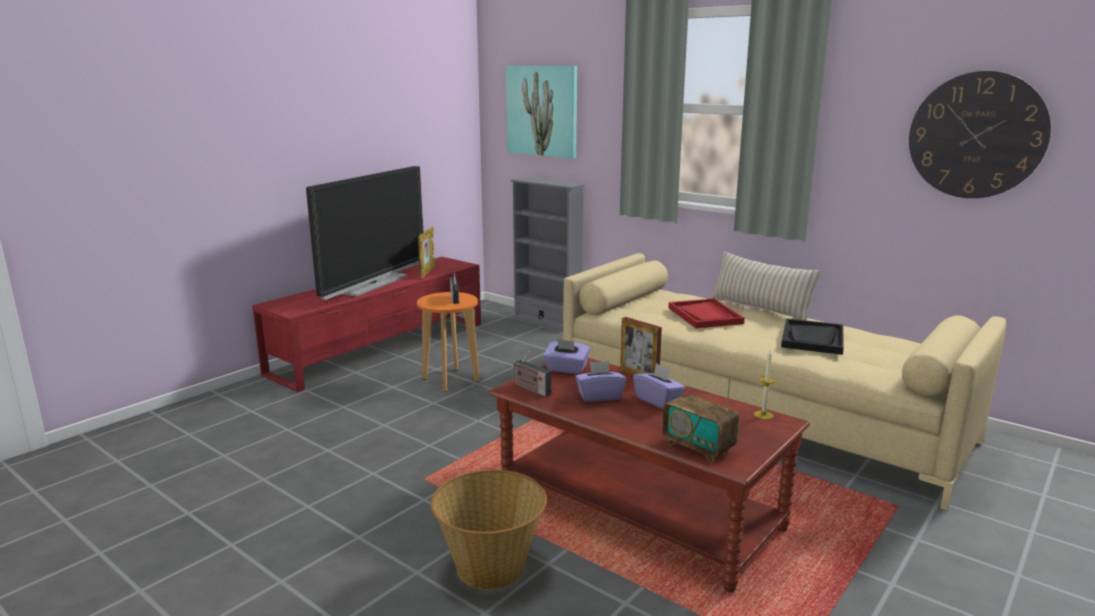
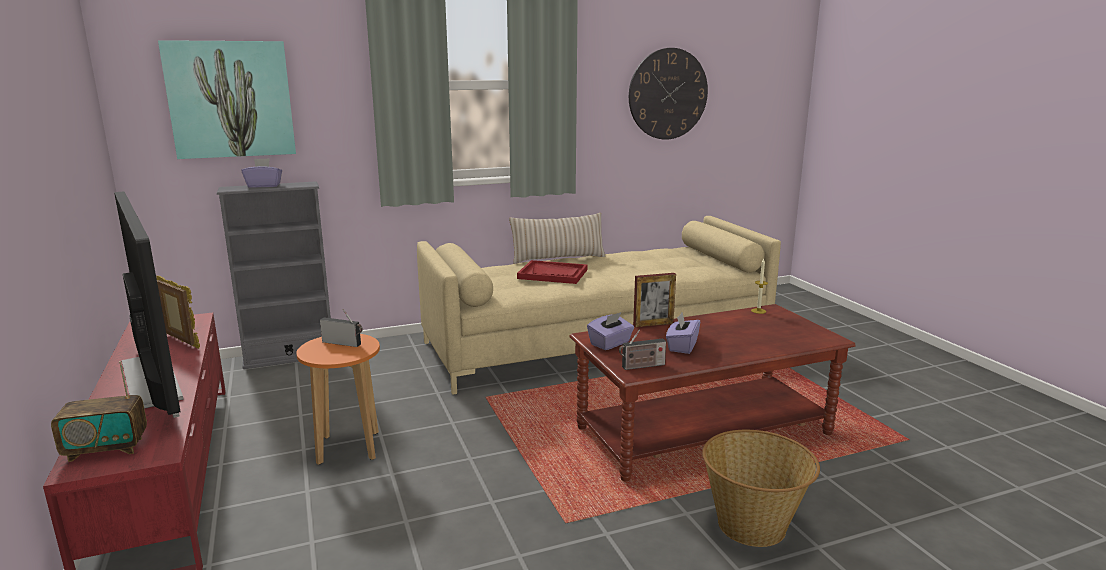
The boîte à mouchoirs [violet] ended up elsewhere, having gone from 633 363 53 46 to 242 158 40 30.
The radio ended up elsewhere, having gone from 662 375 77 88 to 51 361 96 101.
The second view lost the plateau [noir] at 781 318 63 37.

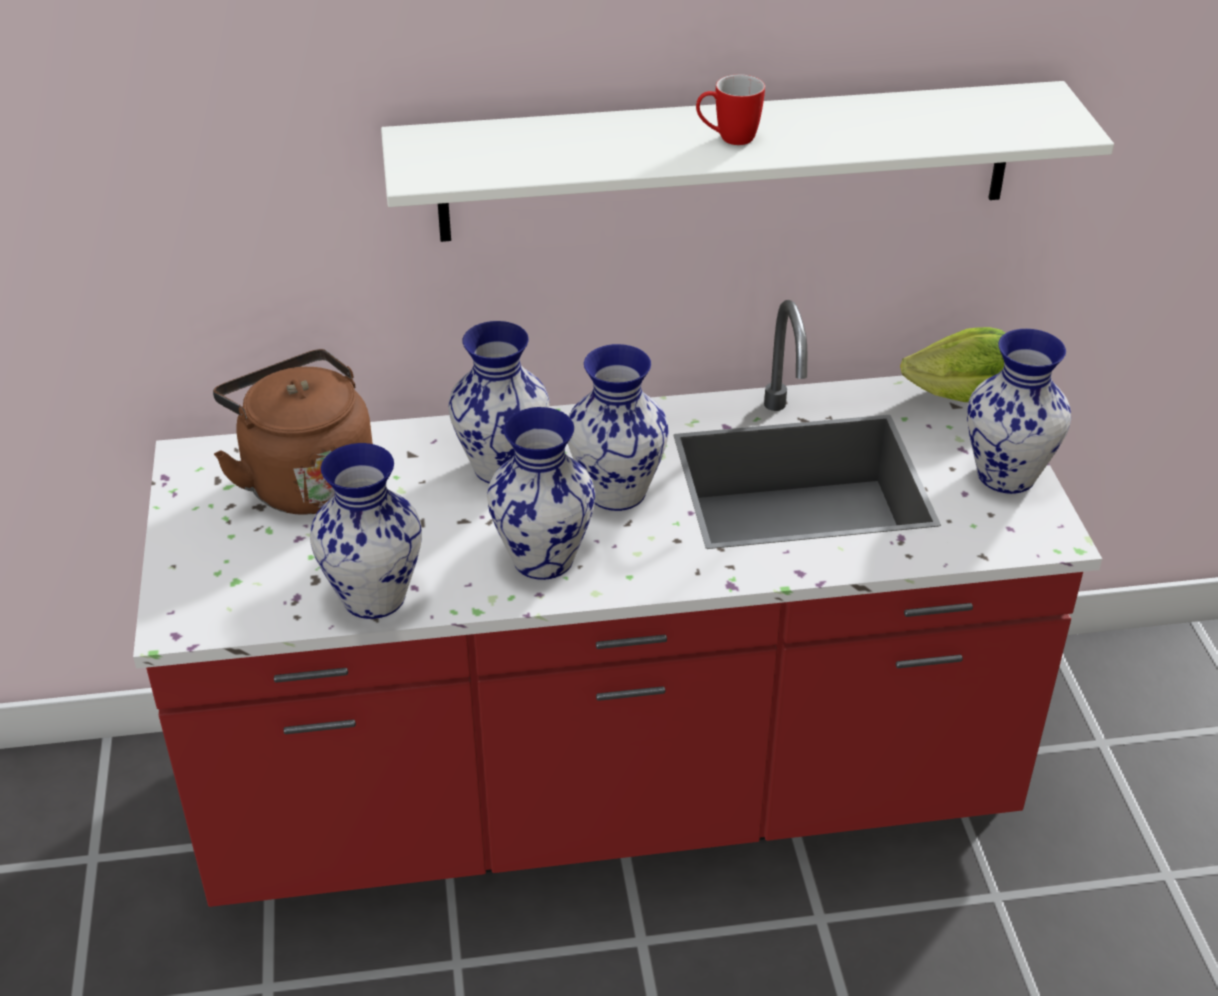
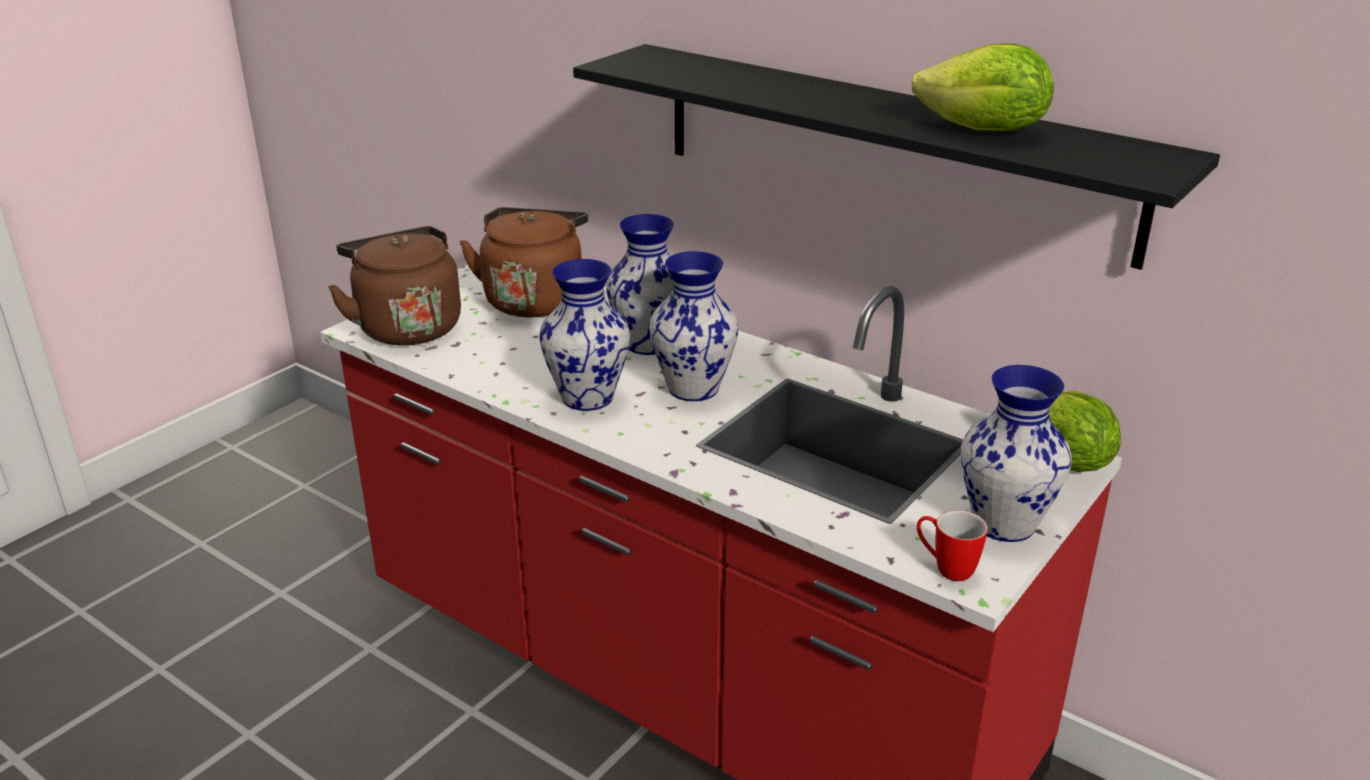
The second view lost the vase at 310 443 112 176.
What was the étagère [blanc] at 381 81 733 161 turned into the étagère [noir] at 573 44 647 226.
The mug ended up elsewhere, having gone from 696 75 69 70 to 917 510 71 71.
The second view gained the bouilloire [marron] at 328 226 133 120.
The second view gained the laitue at 911 43 143 88.

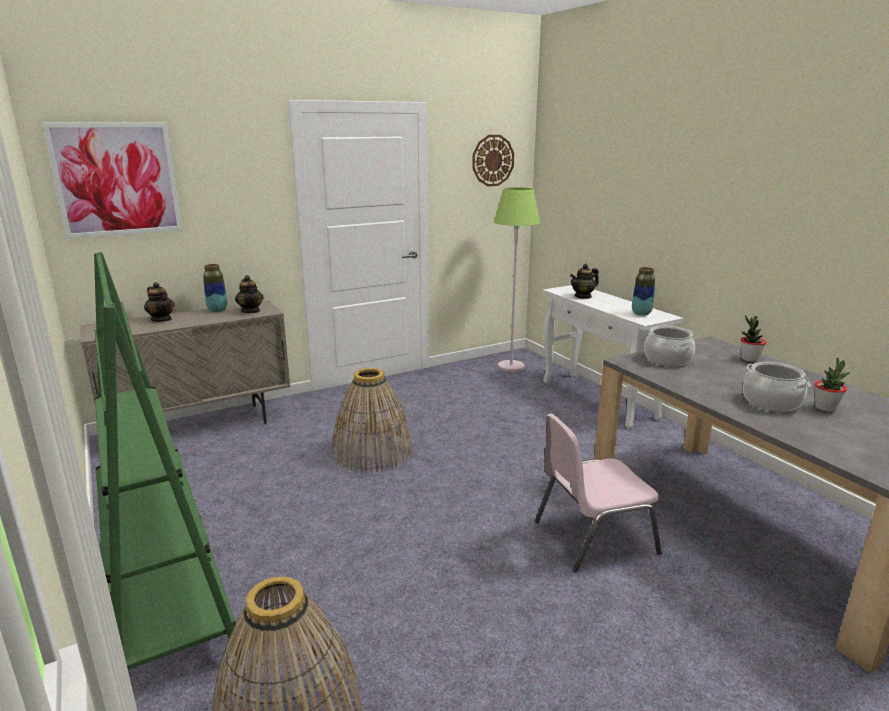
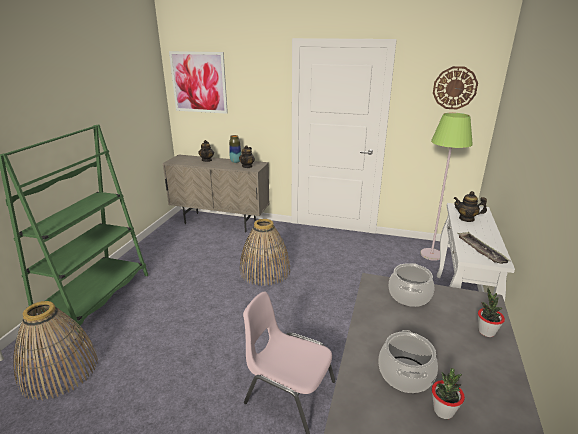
Where the vase stood at 632 267 23 49, the plateau came to stand at 457 232 53 32.

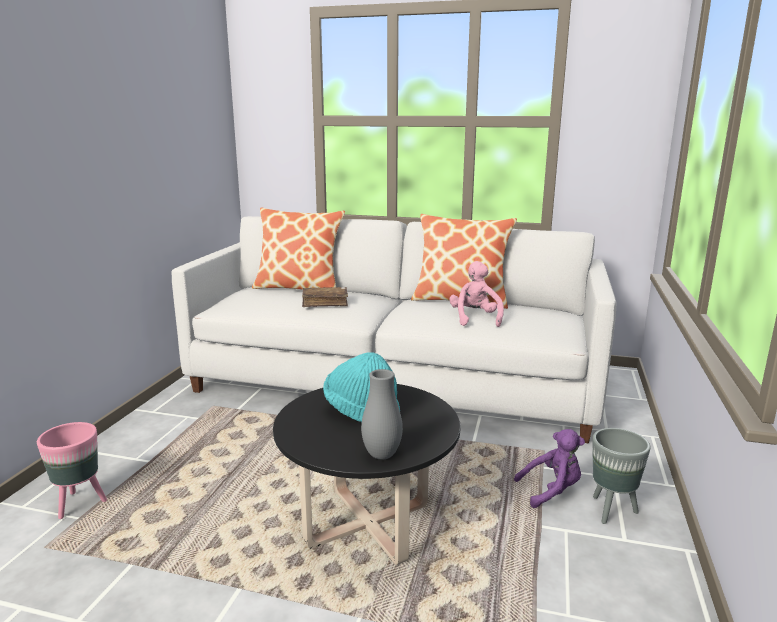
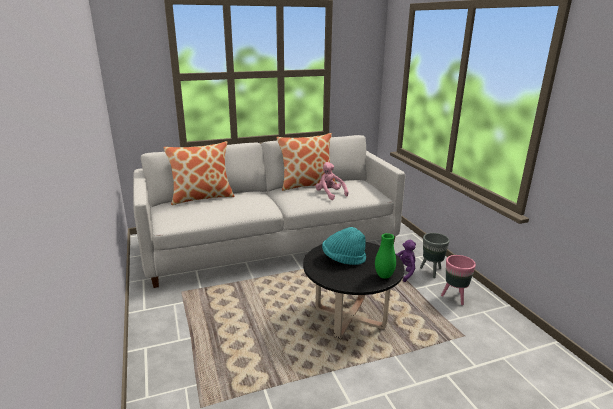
The cache-pot [rose] ended up elsewhere, having gone from 37 422 70 97 to 441 255 35 50.
The second view lost the livre [marron] at 302 287 46 20.
What was the vase [gris] at 361 369 42 90 turned into the vase [vert] at 375 233 21 46.

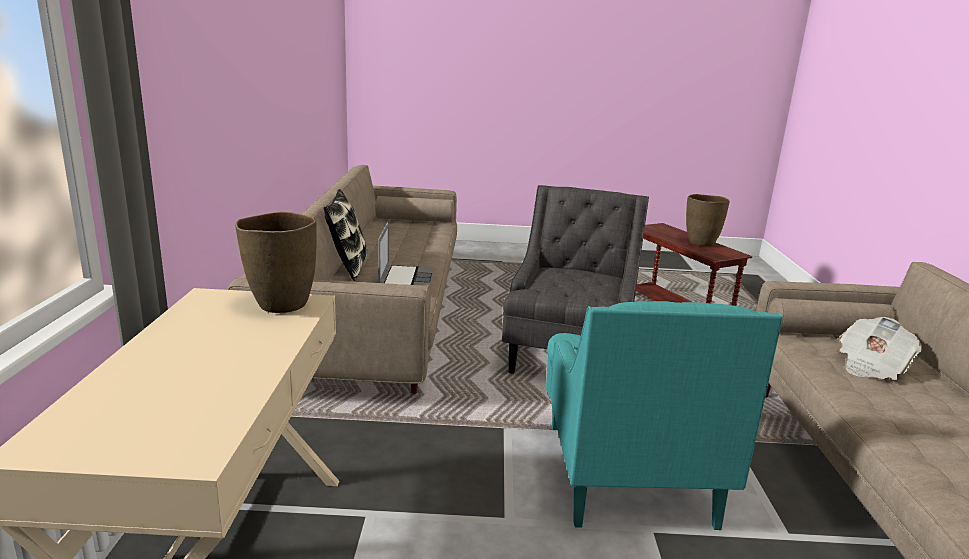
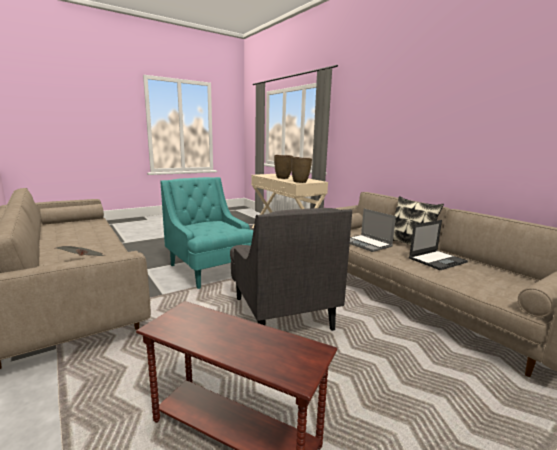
The vase [marron] ended up elsewhere, having gone from 686 194 44 52 to 274 155 19 24.
The second view gained the ordinateur portable at 409 220 59 50.

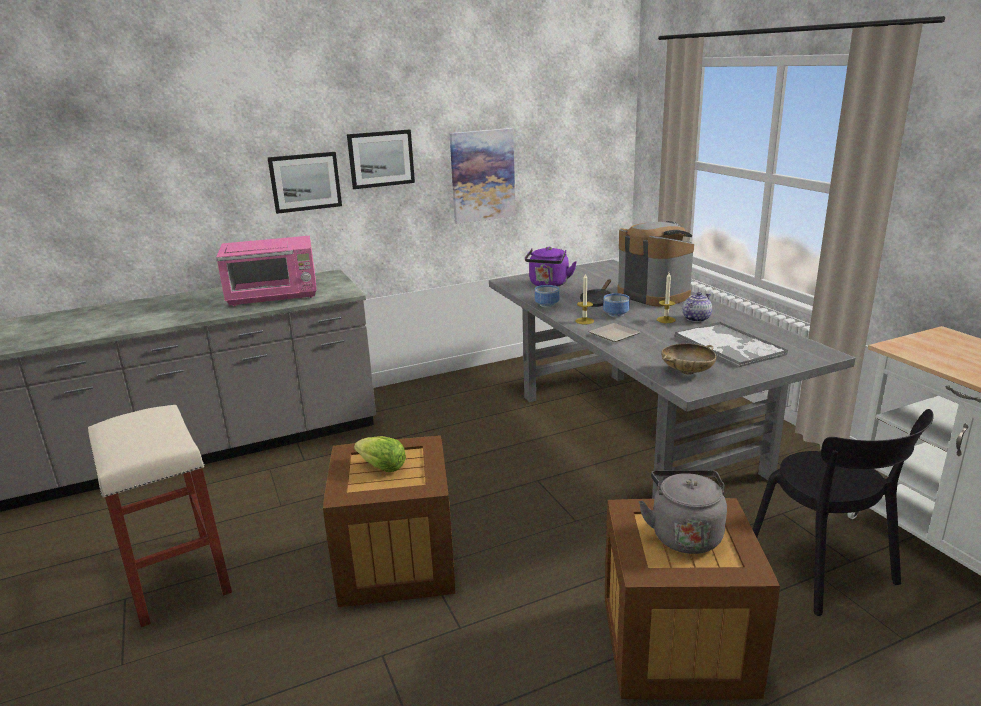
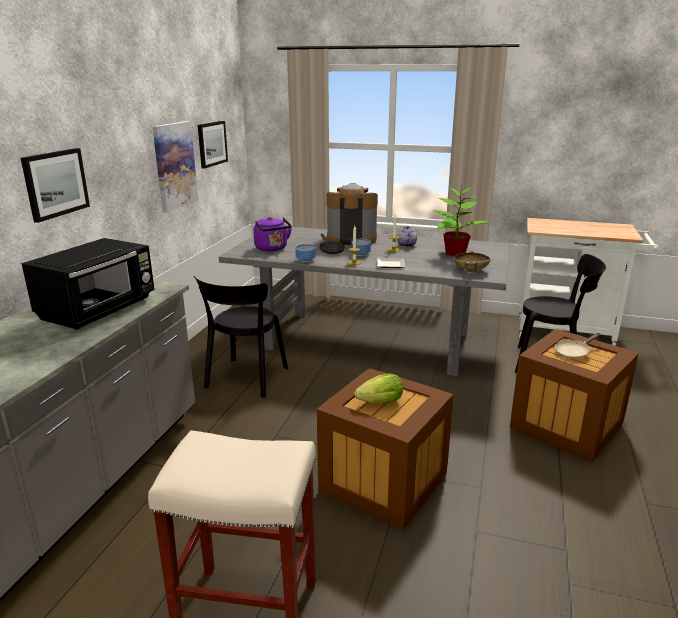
What was the micro-ondes [rose] at 216 236 101 70 turned into the micro-ondes [noir] at 22 238 132 92.
The tableau ended up elsewhere, having gone from 347 130 68 59 to 198 121 30 48.
Where the bouilloire [gris] stood at 639 470 88 84, the poêle [beige] came to stand at 555 333 45 26.
Where the plateau stood at 674 322 114 45, the plante en pot came to stand at 433 187 57 69.
The second view gained the chaise [noir] at 194 276 94 122.

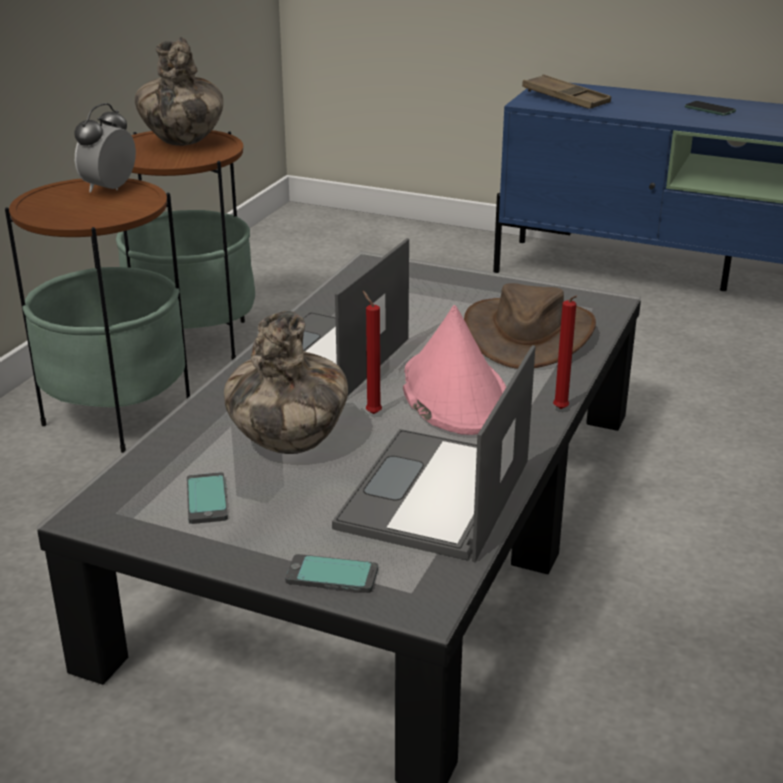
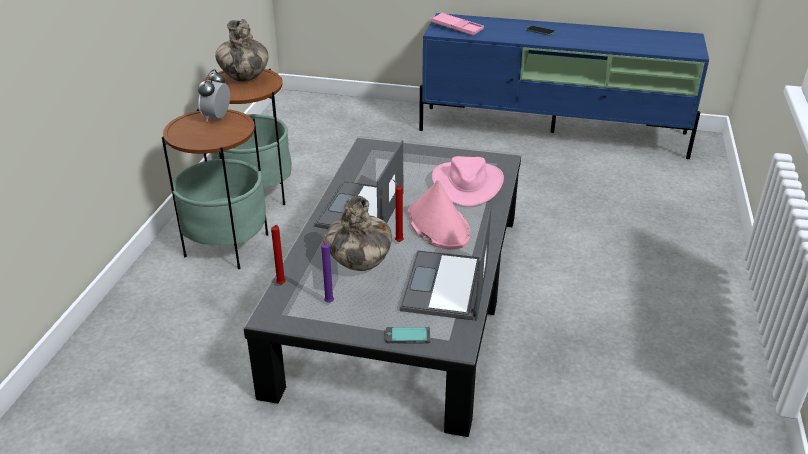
Where the téléphone stood at 187 472 41 52, the bougie [violet] came to stand at 321 234 13 69.
What was the chapeau [marron] at 464 283 132 86 turned into the chapeau [rose] at 432 156 72 51.
What was the plateau [marron] at 522 74 89 35 turned into the plateau [rose] at 431 13 53 22.
The bougie [rouge] ended up elsewhere, having gone from 553 296 24 113 to 271 225 15 59.

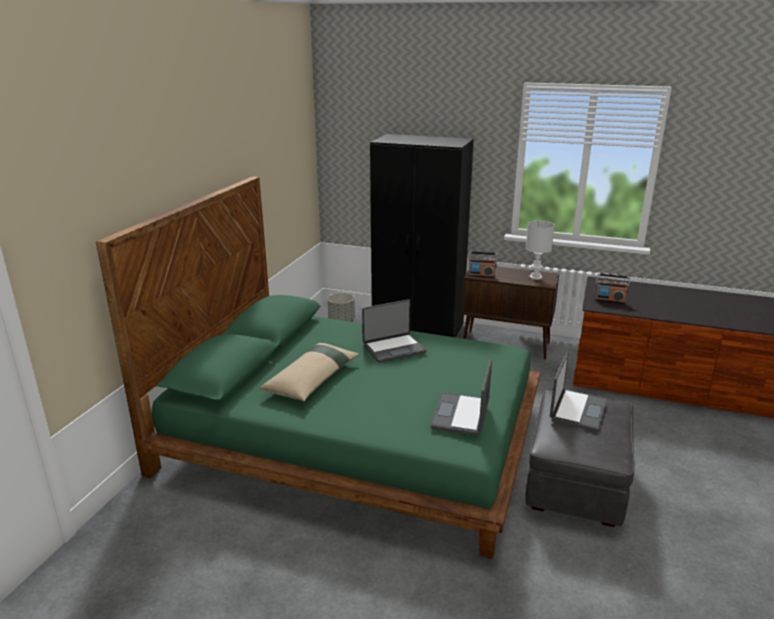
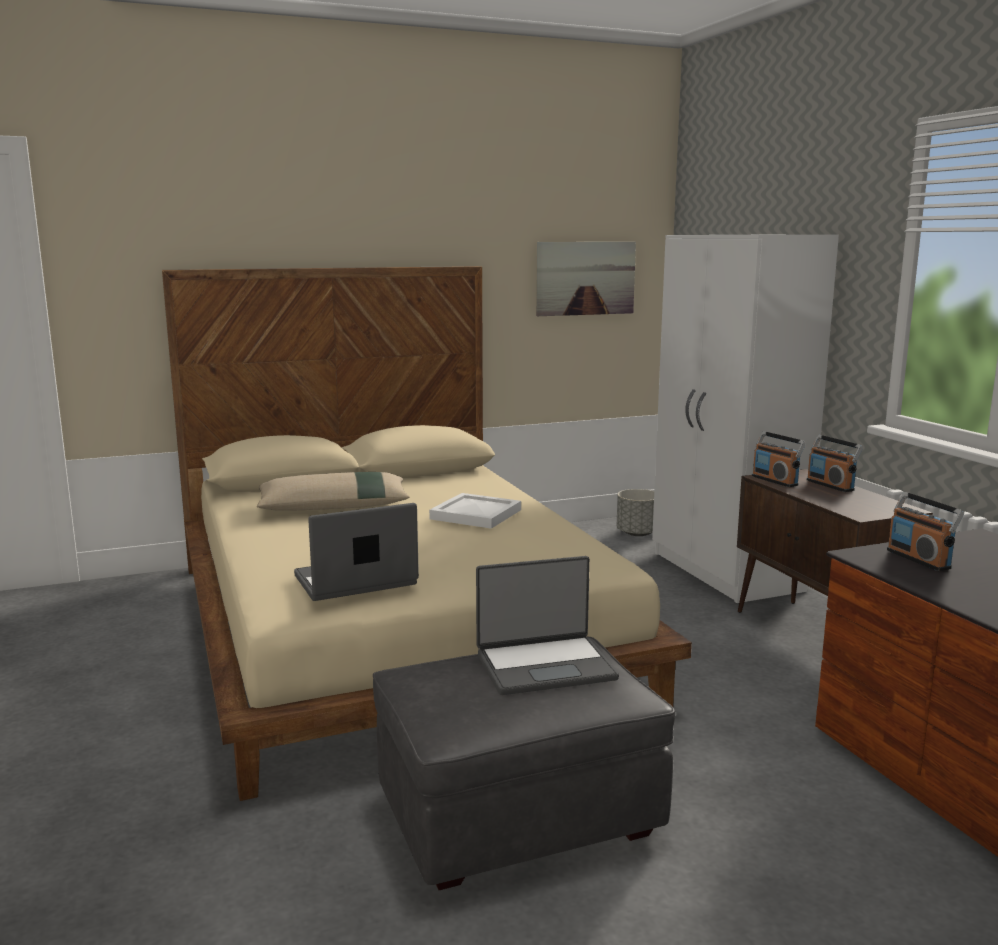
What was the lit [vert] at 96 176 444 383 turned into the lit [beige] at 162 266 530 535.
Where the ordinateur portable stood at 362 299 65 64, the plateau [blanc] came to stand at 429 493 92 36.
What was the armoire [noir] at 370 134 104 203 turned into the armoire [blanc] at 652 235 187 368.
The second view lost the lampe de table [blanc] at 526 221 29 59.
The second view gained the tableau at 536 242 100 74.
The second view gained the radio at 807 435 56 57.

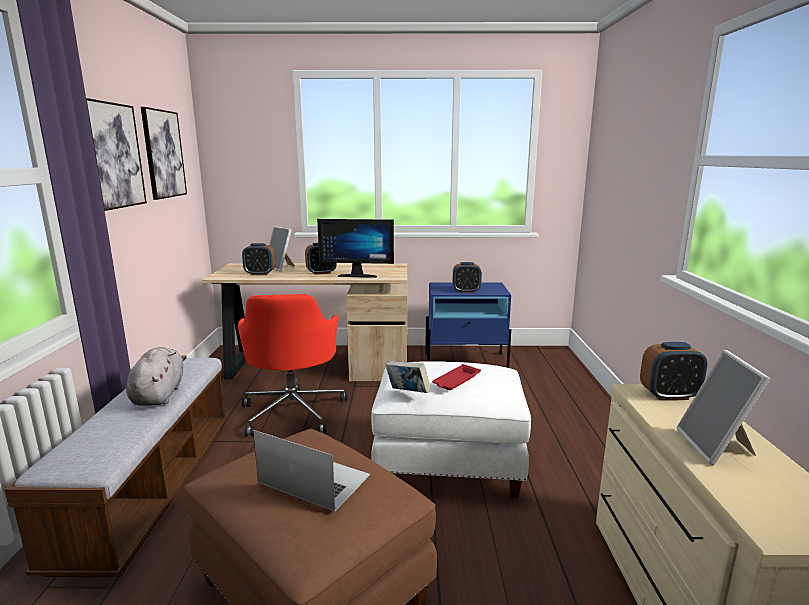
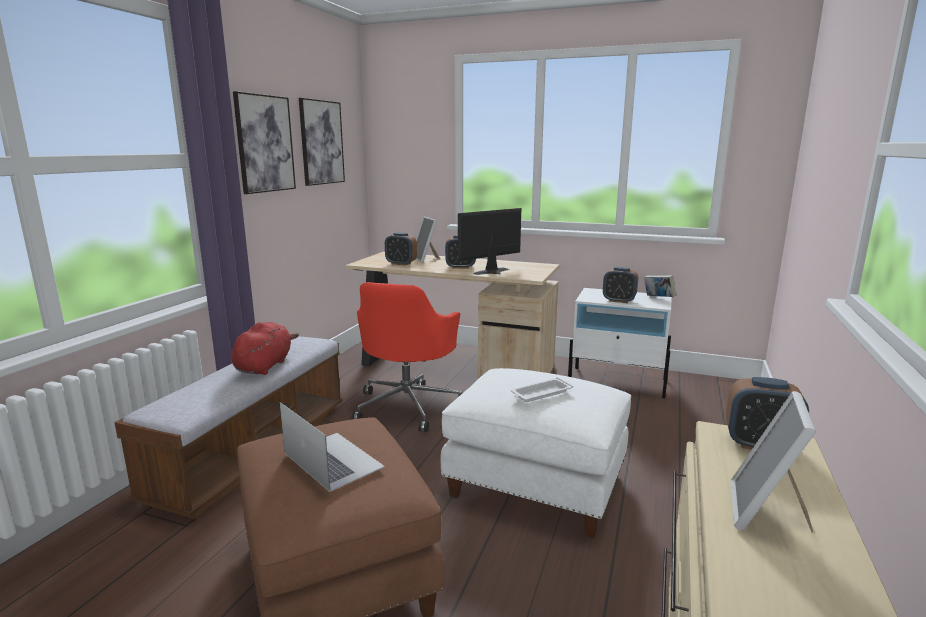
What was the peluche [gris] at 126 347 61 59 turned into the peluche [rouge] at 231 322 68 53.
The écran d'ordinateur at 317 219 77 58 ended up facing another way, 120 degrees clockwise from before.
The livre ended up elsewhere, having gone from 385 361 46 32 to 644 275 33 22.
What was the table de chevet [bleu] at 425 282 86 86 turned into the table de chevet [blanc] at 568 288 104 110.
What was the plateau [rouge] at 432 364 49 26 turned into the plateau [blanc] at 511 377 62 25.

